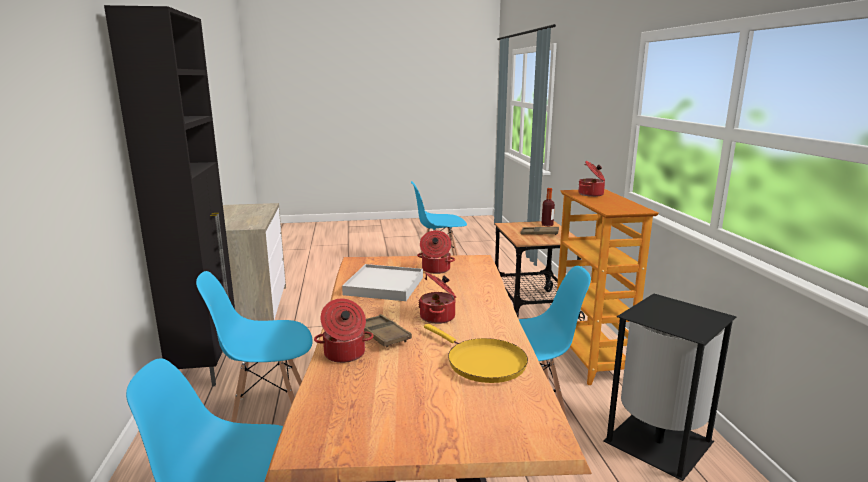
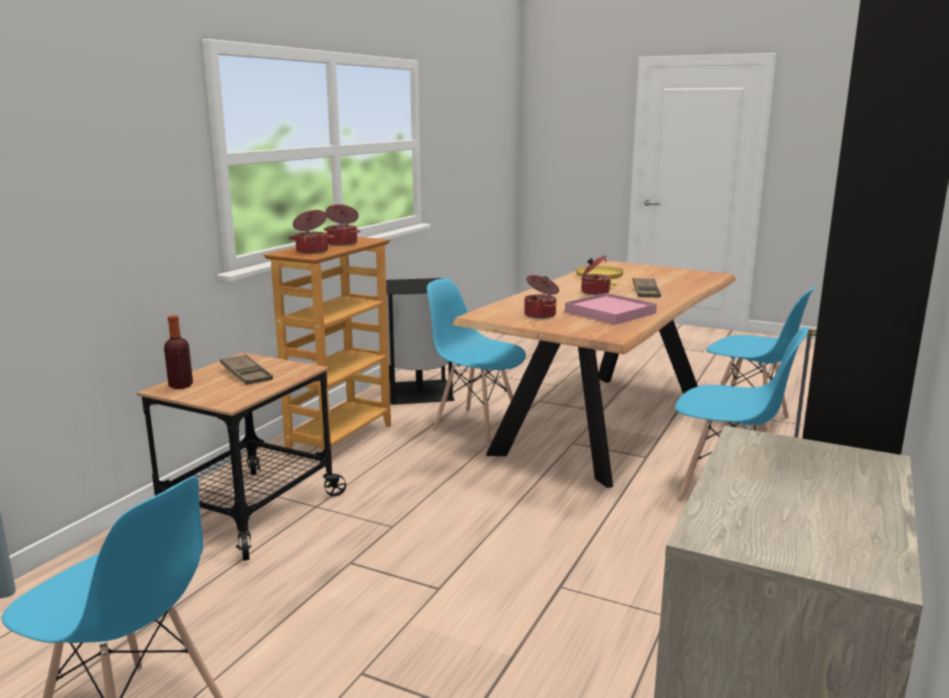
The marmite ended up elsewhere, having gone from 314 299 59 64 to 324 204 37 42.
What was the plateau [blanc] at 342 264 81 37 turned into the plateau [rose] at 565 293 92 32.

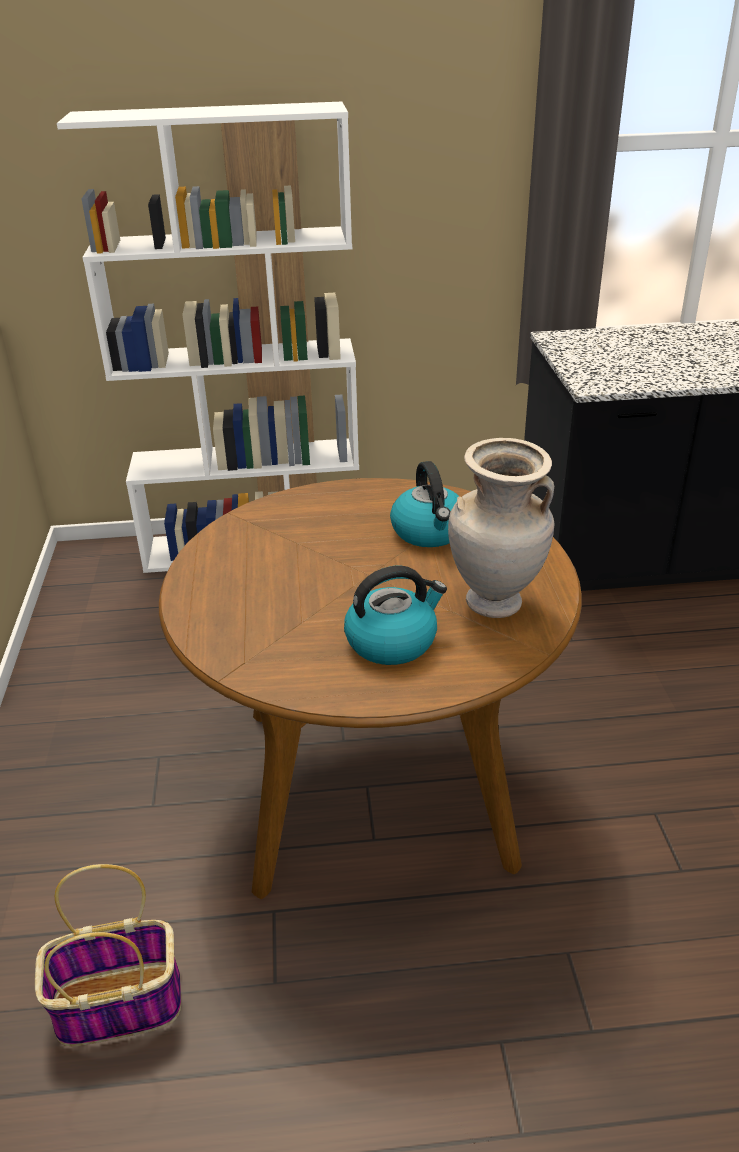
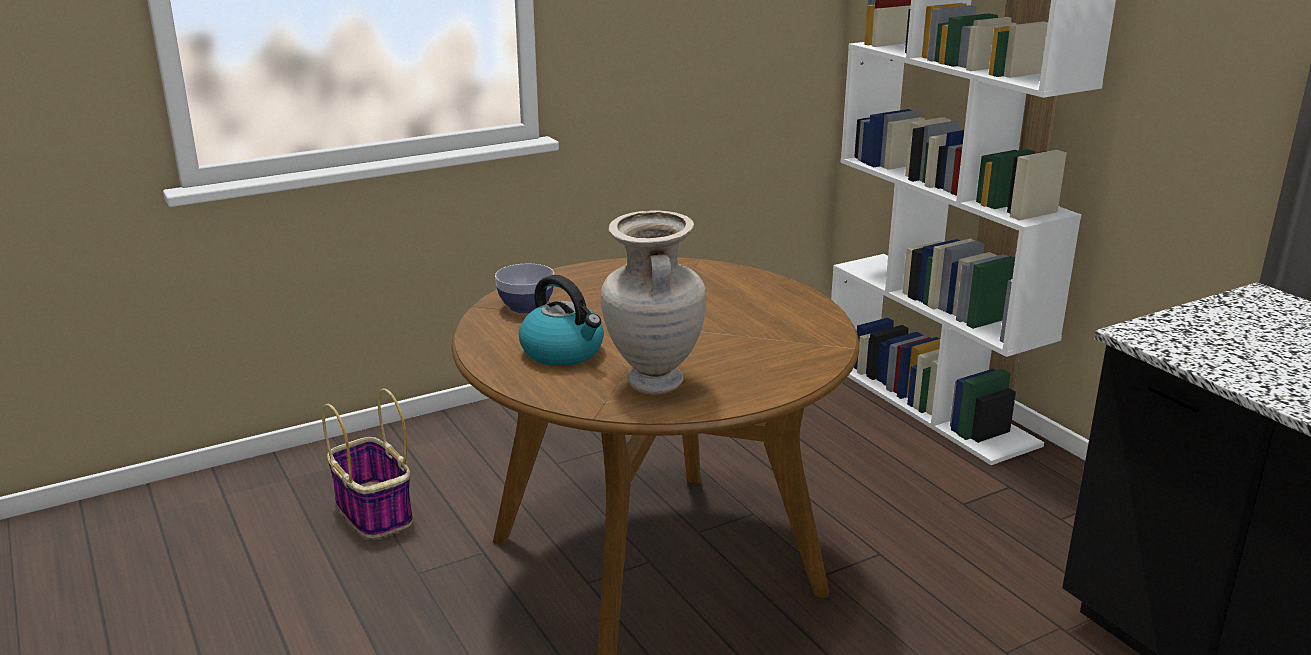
The second view lost the bouilloire at 390 461 70 86.
The second view gained the bol at 495 264 60 49.

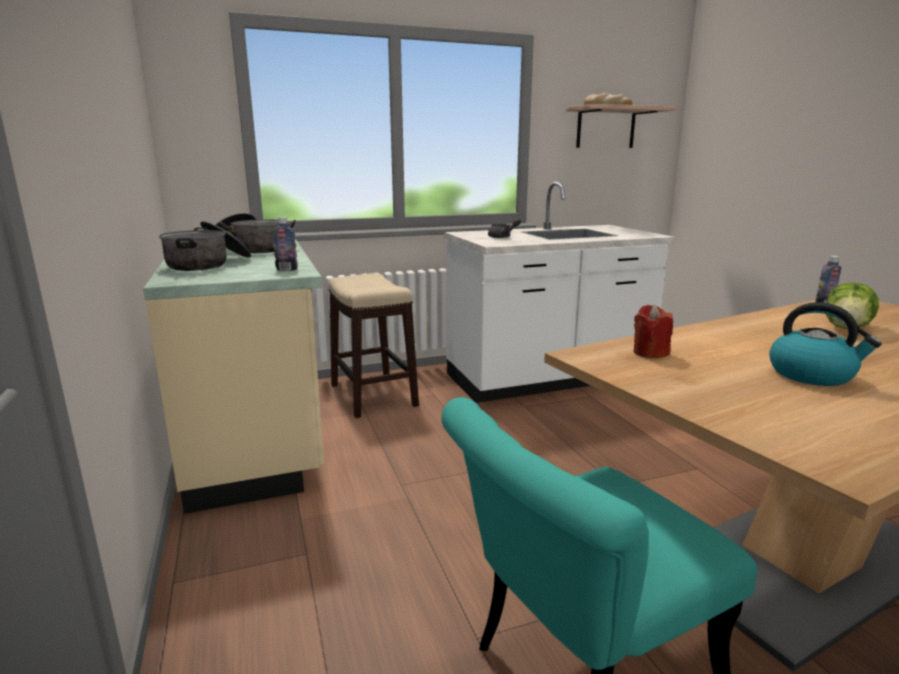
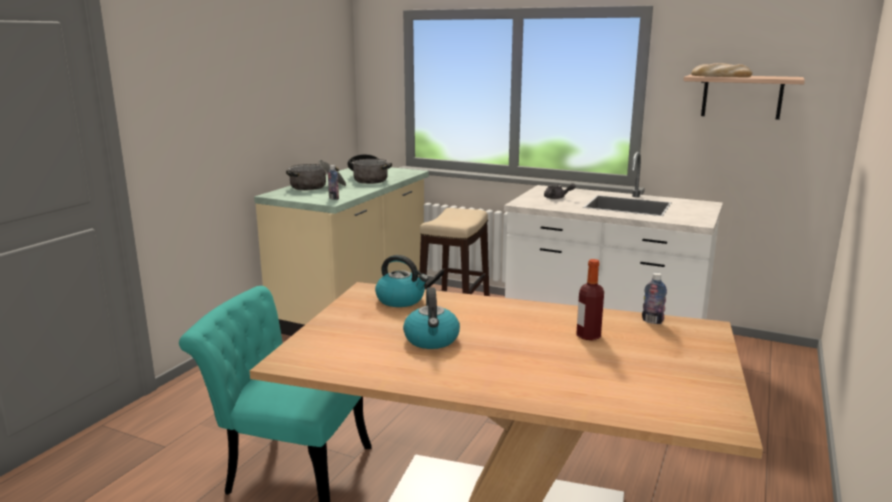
Where the bougie [rouge] stood at 634 305 39 53, the bouilloire came to stand at 375 255 54 52.
Where the laitue stood at 826 283 53 46, the bouteille came to stand at 576 259 28 81.

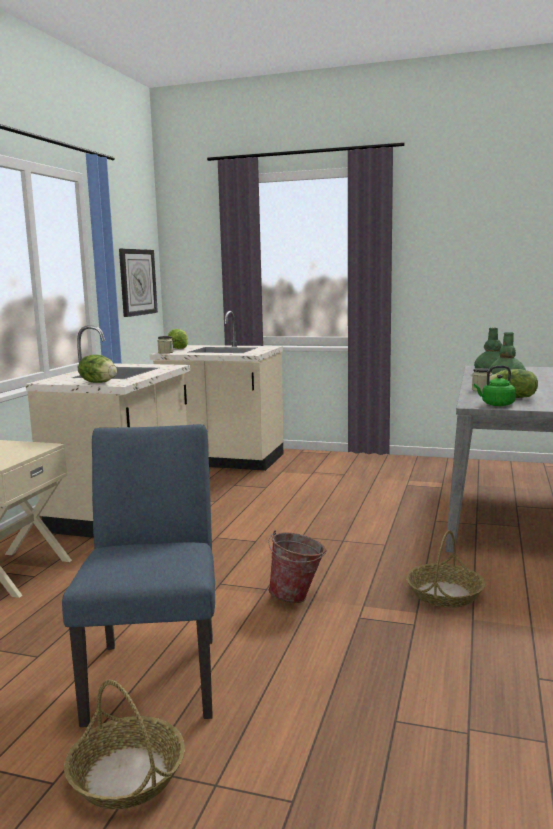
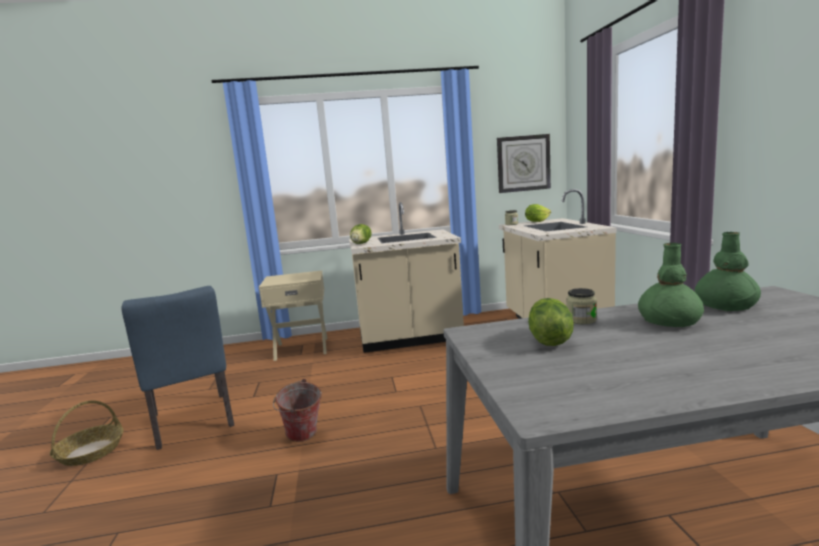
The chaise [bleu] at 62 424 153 303 ended up facing another way, 90 degrees clockwise from before.
The second view lost the panier at 406 530 79 78.
The second view lost the bouilloire [vert] at 474 366 42 40.

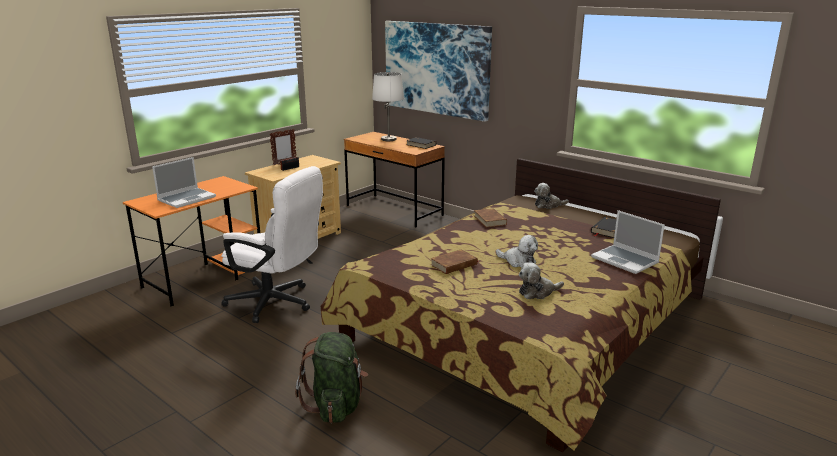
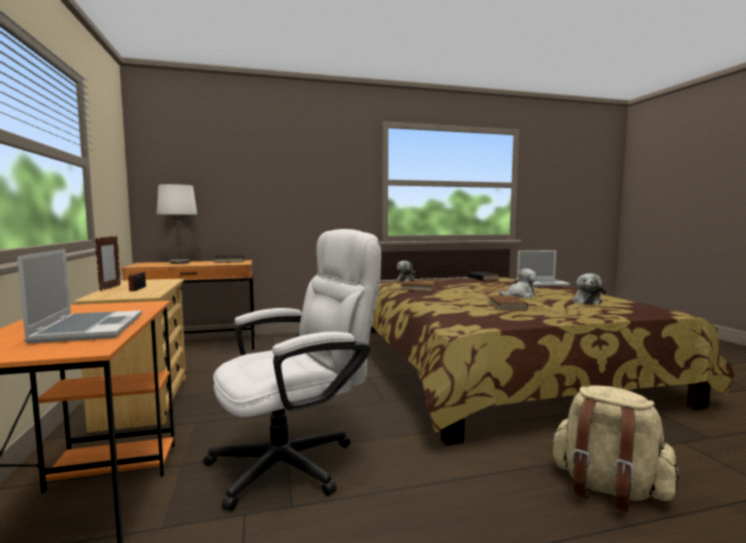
What was the sac à dos [vert] at 295 332 73 91 turned into the sac à dos [beige] at 551 385 128 127.
The second view lost the tableau at 385 21 107 101.

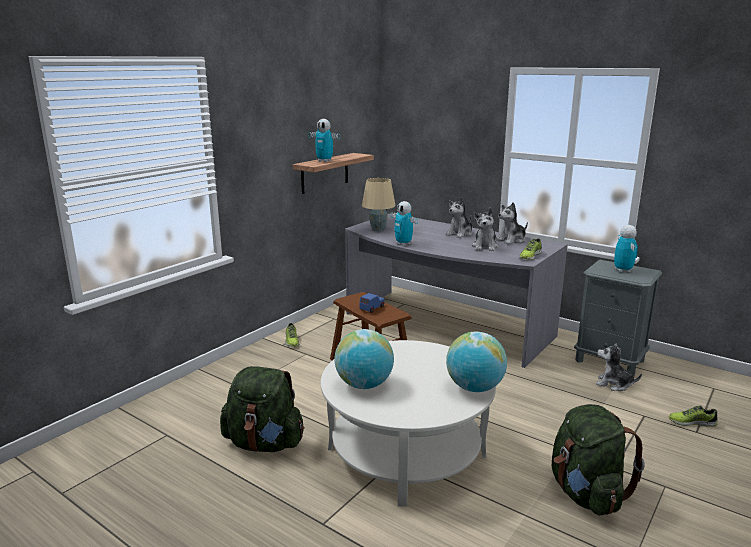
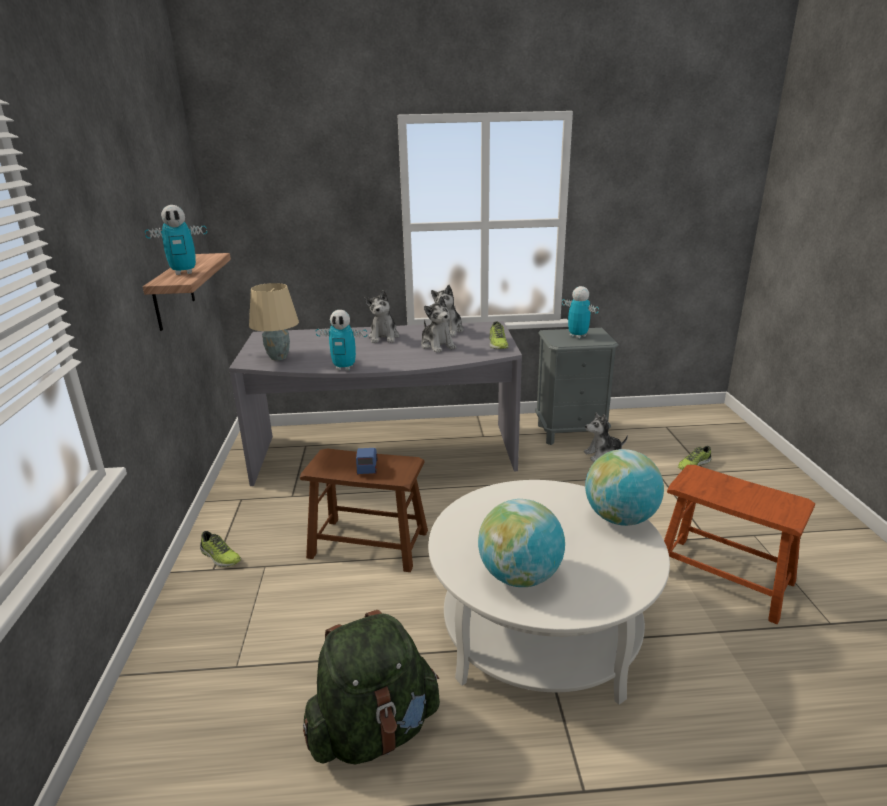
Where the sac à dos [vert] stood at 552 404 93 112, the tabouret [marron] came to stand at 664 465 151 159.

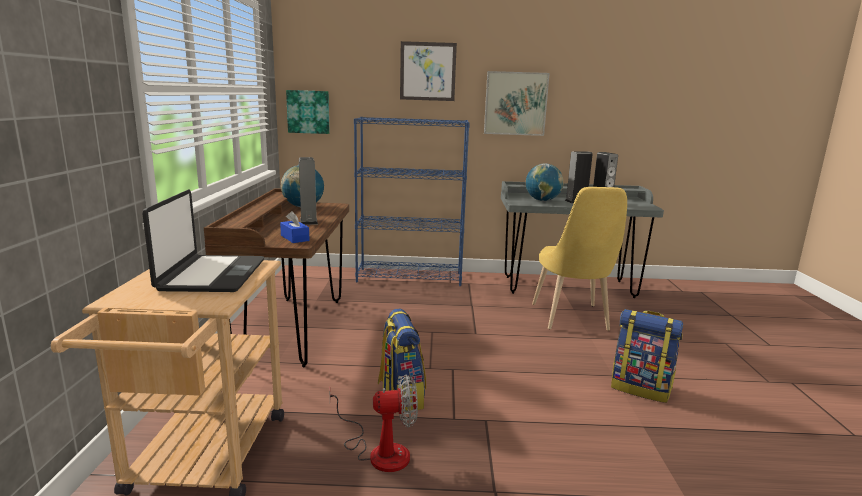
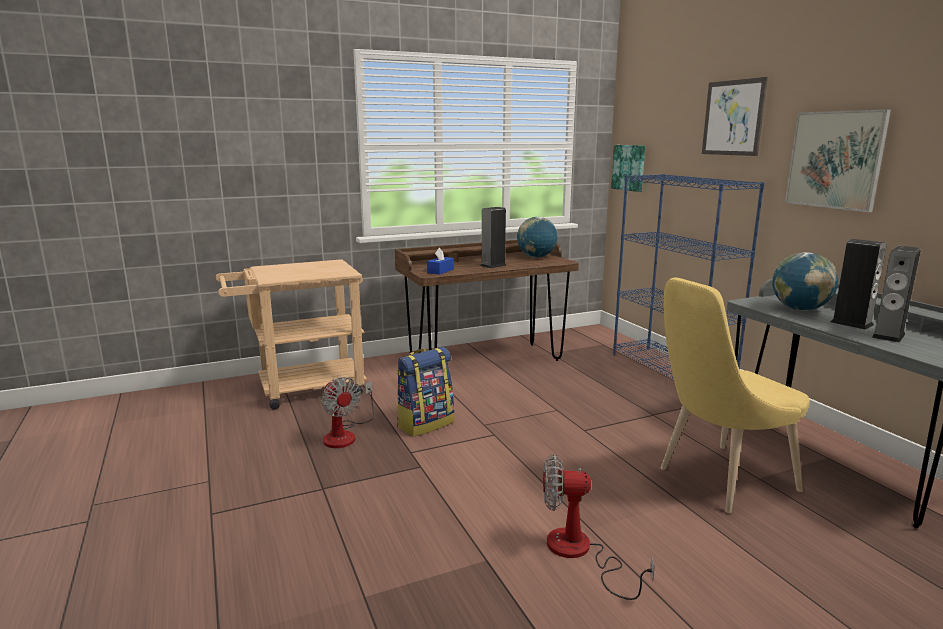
The second view lost the ordinateur portable at 143 189 121 103.
Where the sac à dos stood at 611 309 72 94, the ventilateur came to stand at 543 454 112 146.

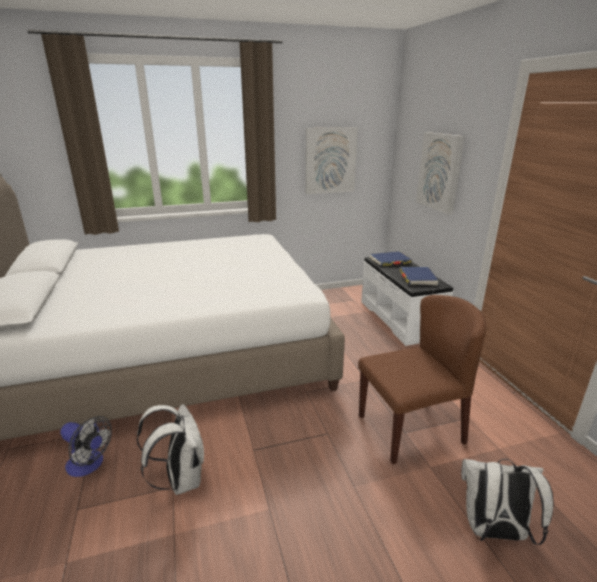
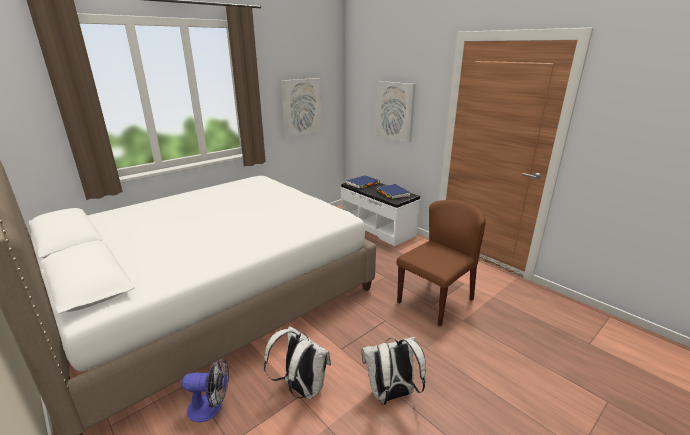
The sac à dos [blanc] ended up elsewhere, having gone from 461 459 93 86 to 361 337 65 68.

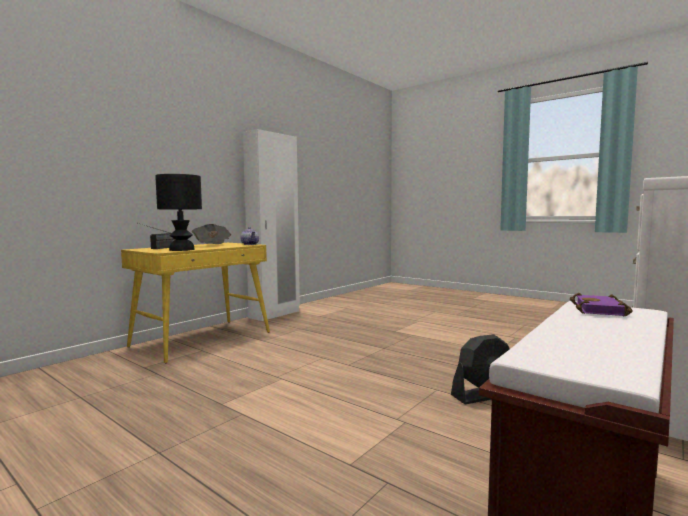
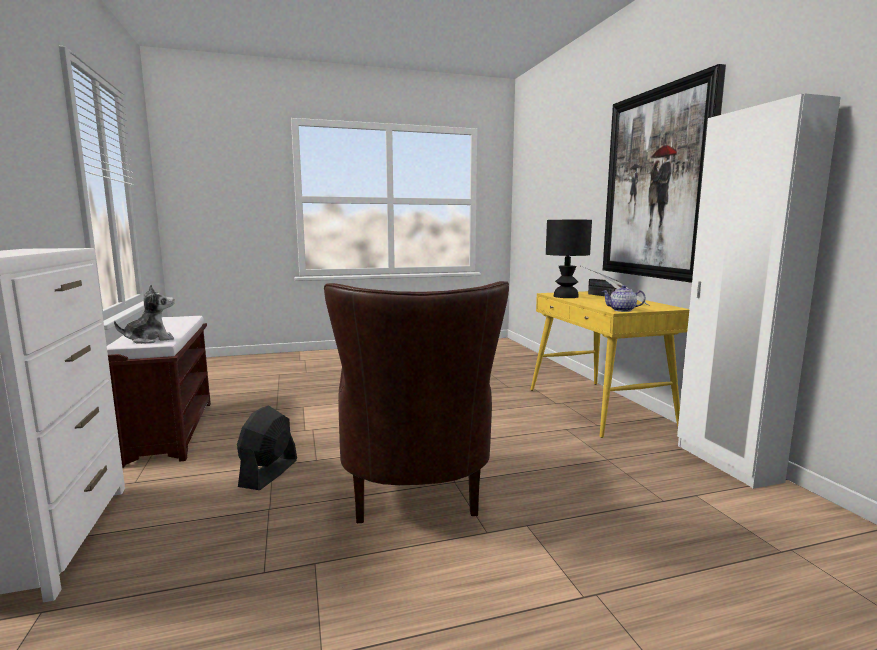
Where the livre [violet] stood at 570 293 63 24, the peluche came to stand at 114 284 60 60.
The second view gained the fauteuil [marron] at 324 281 185 242.
The second view gained the tableau at 603 64 123 219.

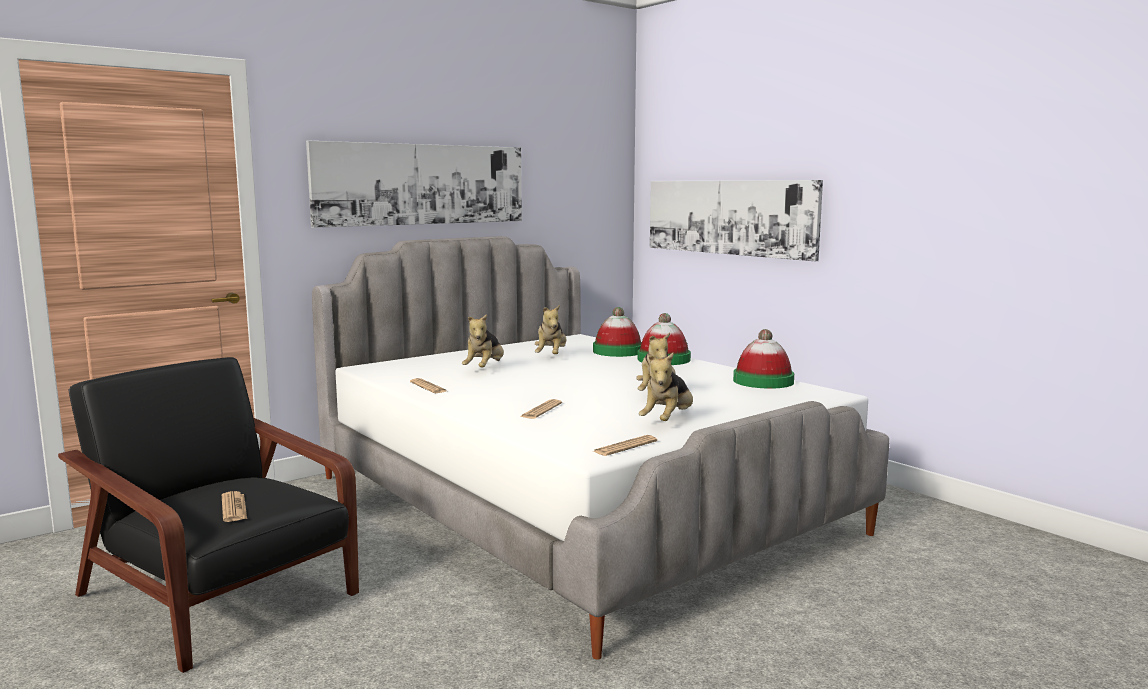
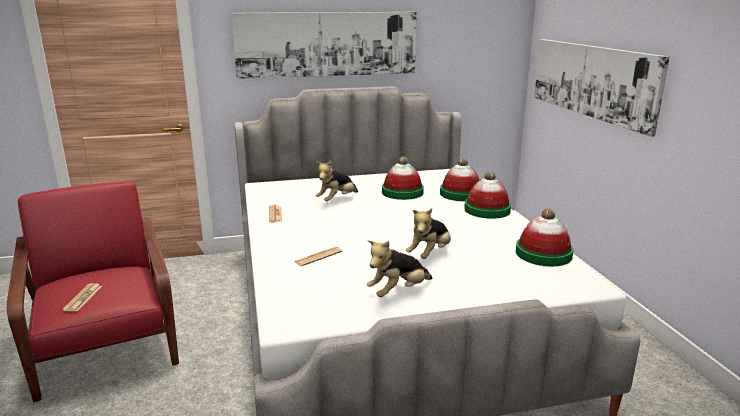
What was the fauteuil [noir] at 58 357 301 316 turned into the fauteuil [rouge] at 7 181 172 221.
Where the peluche stood at 535 305 32 49, the chapeau came to stand at 382 156 42 44.
The second view lost the journal at 593 435 64 21.

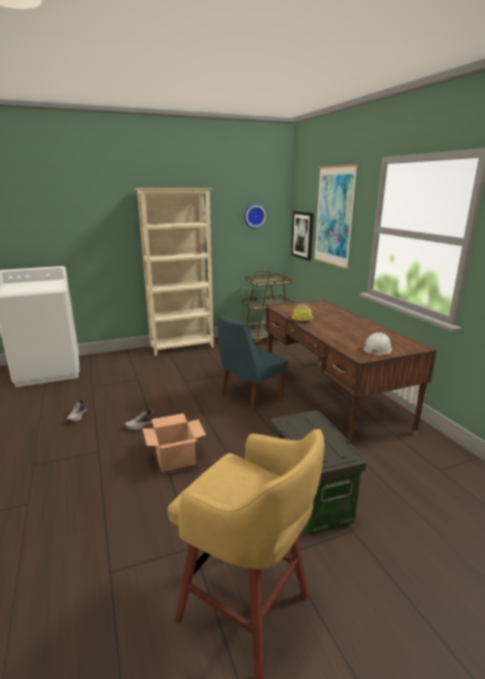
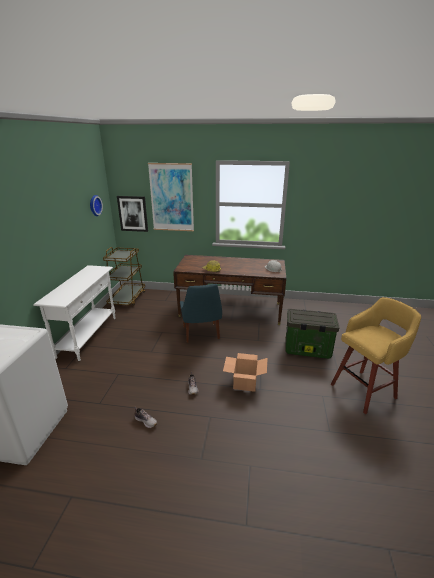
Where the bibliothèque [beige] stood at 134 188 80 168, the table console [blanc] came to stand at 33 265 83 96.

